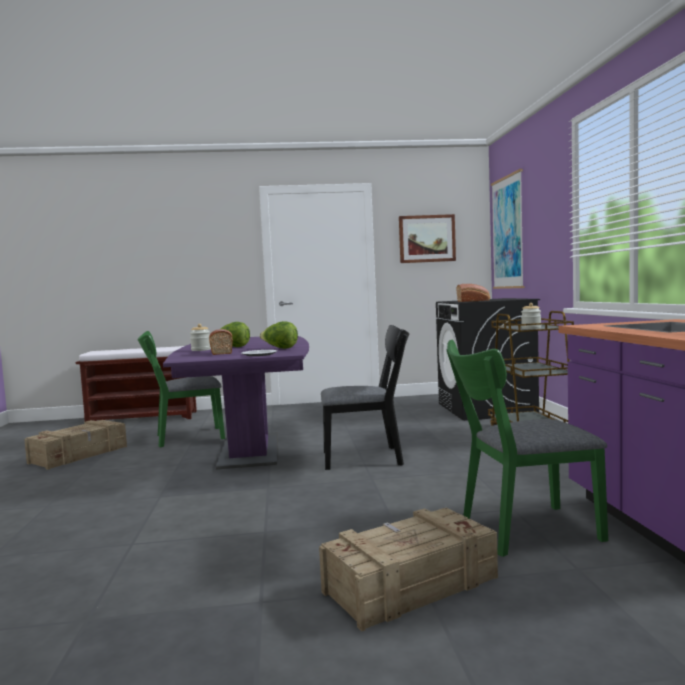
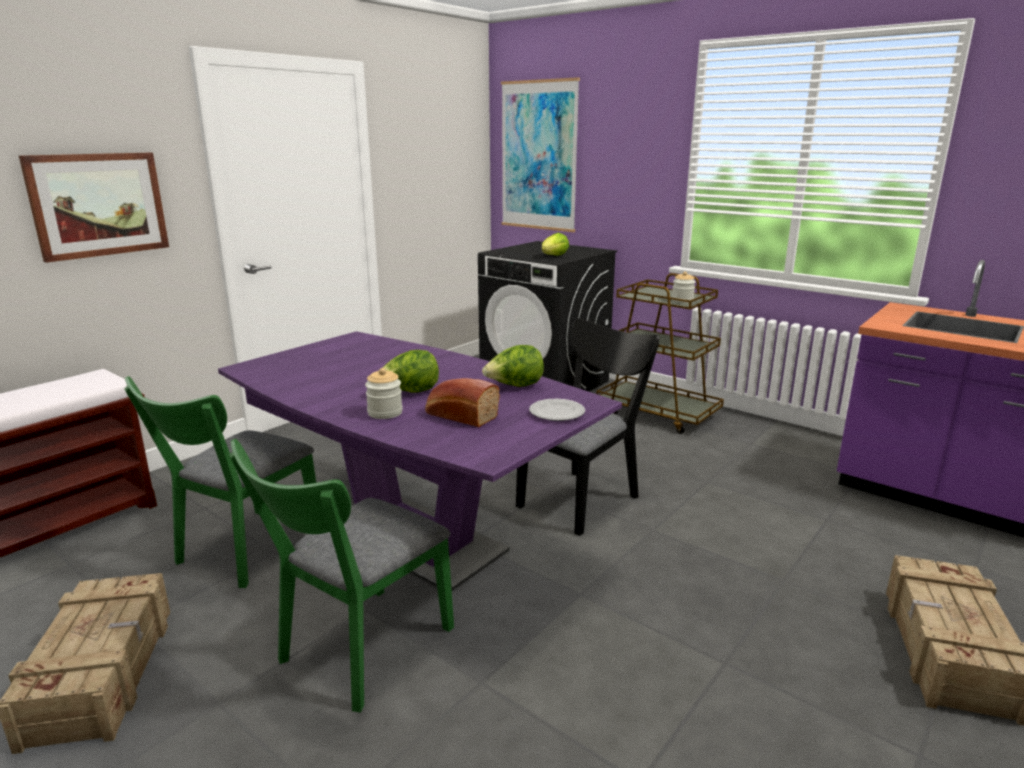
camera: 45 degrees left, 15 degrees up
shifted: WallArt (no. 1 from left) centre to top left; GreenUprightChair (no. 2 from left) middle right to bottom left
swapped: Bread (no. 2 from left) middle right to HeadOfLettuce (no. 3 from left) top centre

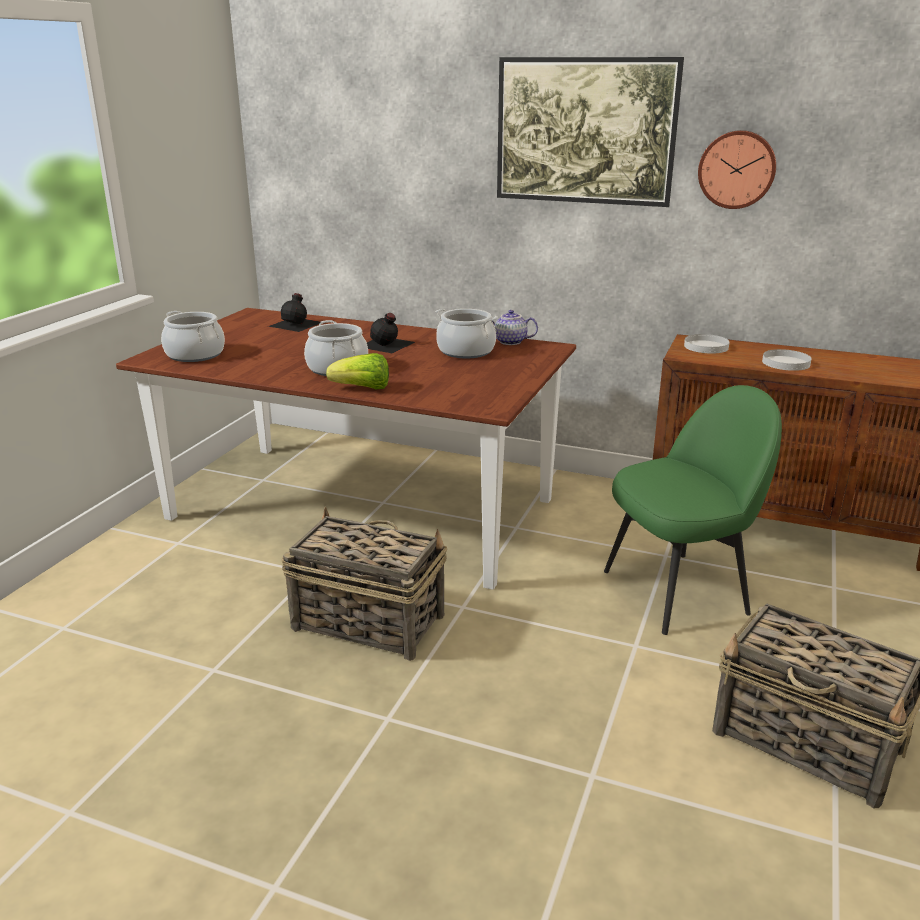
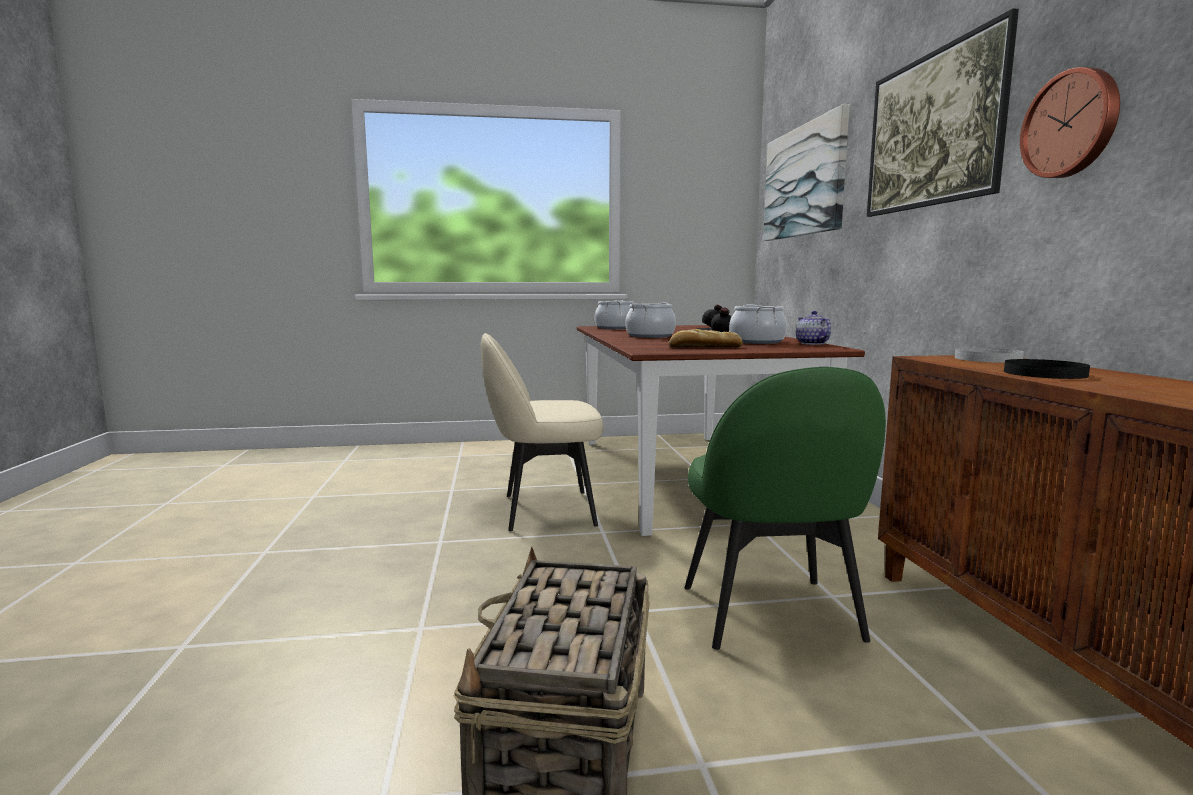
camera: 60 degrees right, 15 degrees down
gone: HeadOfLettuce centre
new: Bread centre; WallArt (no. 1 from left) top right
swapped: StorageBasket (no. 1 from left) centre to BeigeColouredUprightChair centre
repainted: WhiteFlatDish (no. 2 from left) middle right to BlackishFlatDish middle right
rotated: GreenUprightChair middle right = centre 45 degrees clockwise

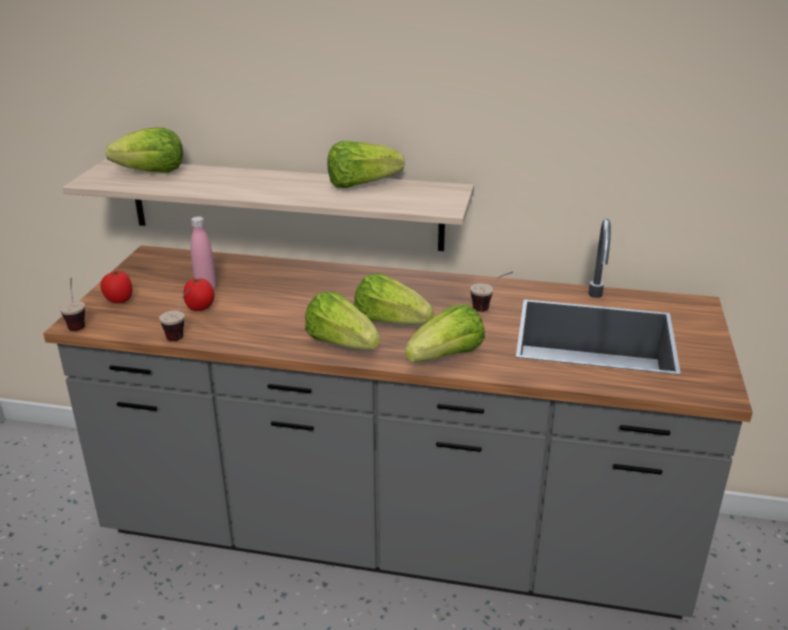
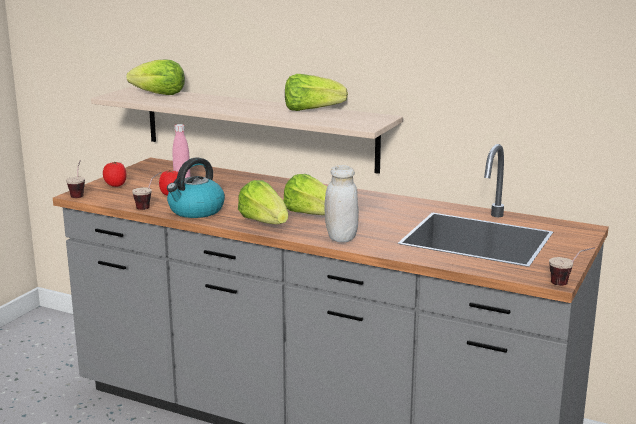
camera: 15 degrees right, 10 degrees down
new: Kettle middle left
shifted: DrinkingCup (no. 3 from left) centre to middle right
swapped: HeadOfLettuce (no. 5 from left) centre to WhiteJar centre

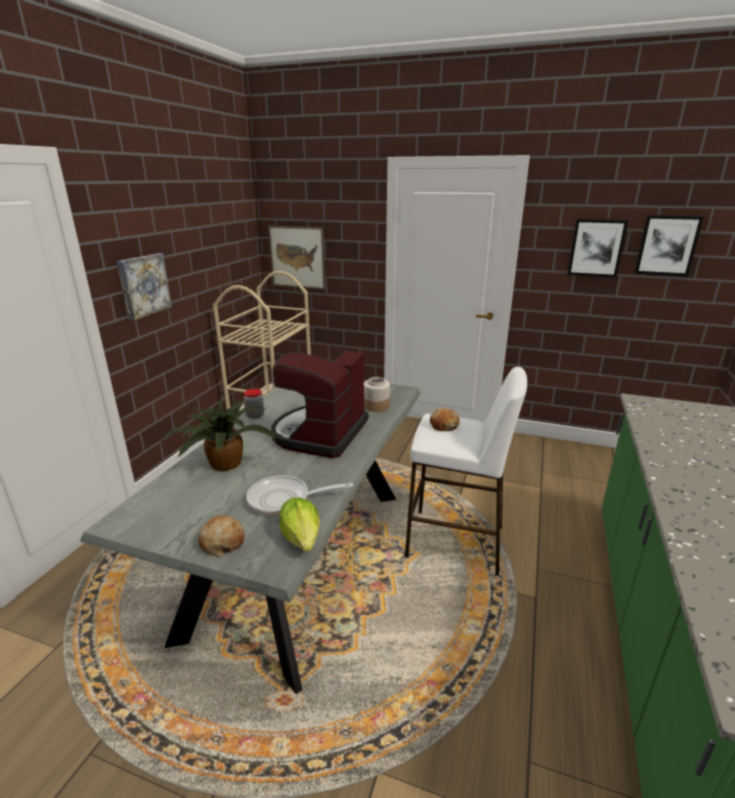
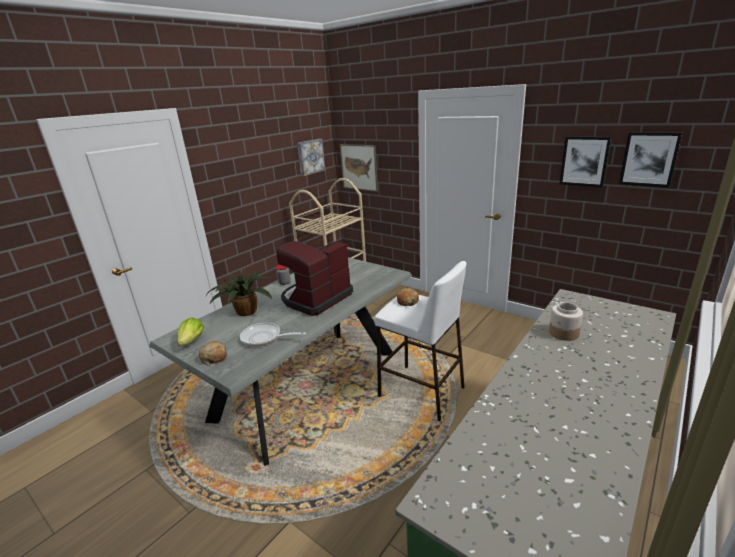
camera: 20 degrees right, 0 degrees up
shifted: WallArt (no. 1 from left) middle left to top centre; HeadOfLettuce centre to middle left; Jar (no. 2 from left) centre to middle right

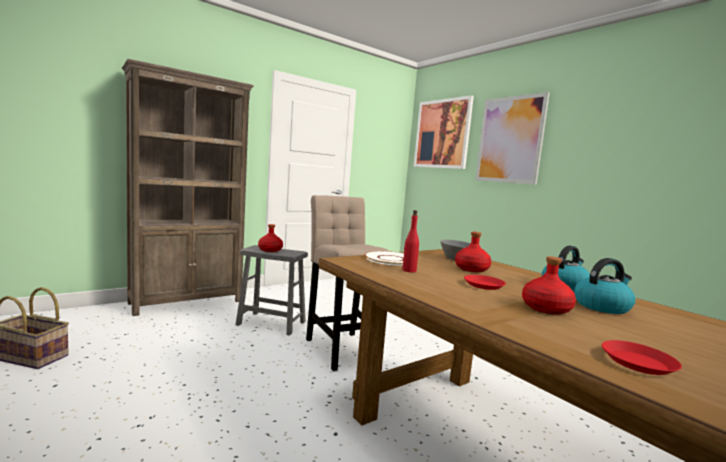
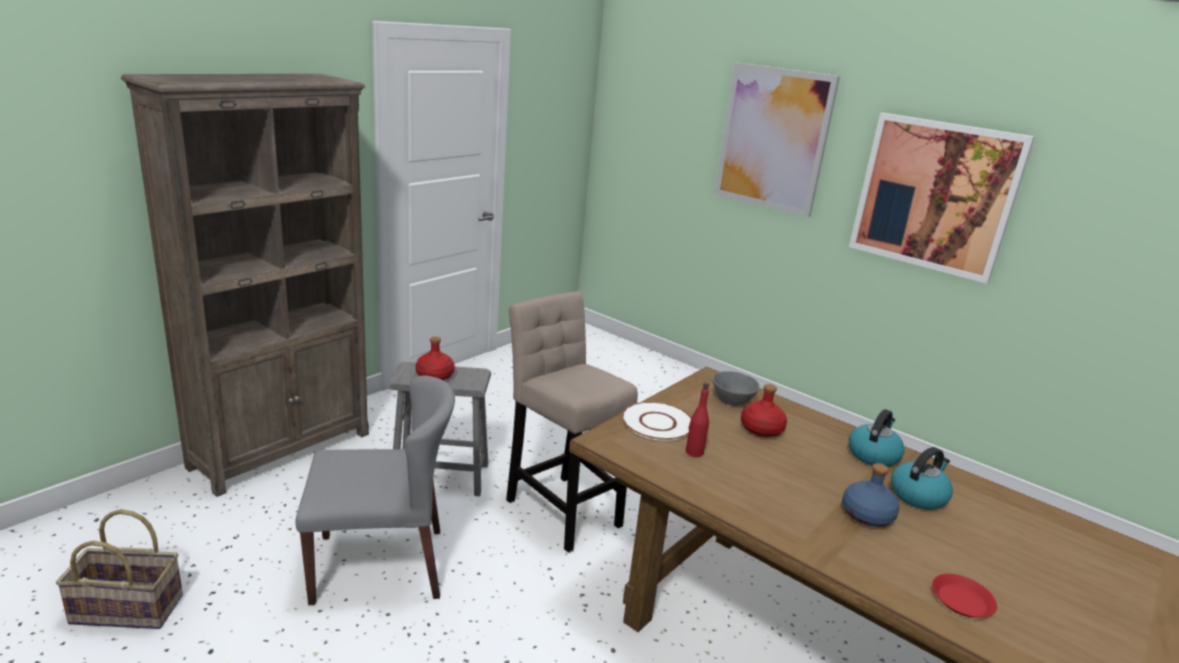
camera: 15 degrees left, 15 degrees up
gone: ReddishFlatDish (no. 1 from left) middle right
new: GrayUprightChair bottom left
shifted: WallArt (no. 1 from left in the first image) top centre to WallArt (no. 2 from left) top right
repainted: ReddishBottle (no. 4 from left) middle right to BlueColouredBottle bottom right

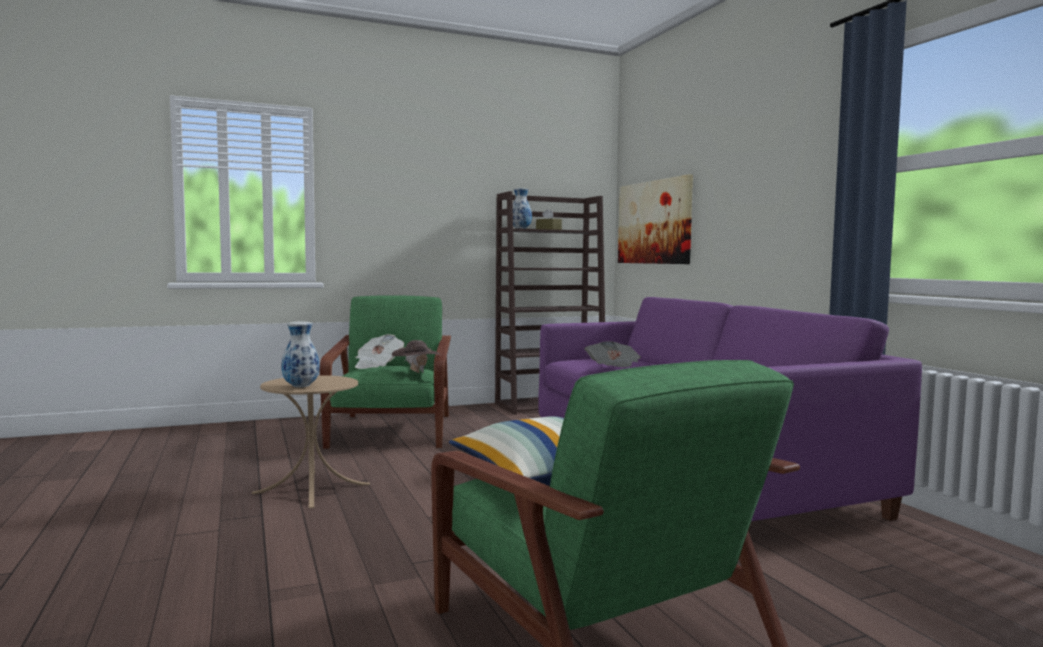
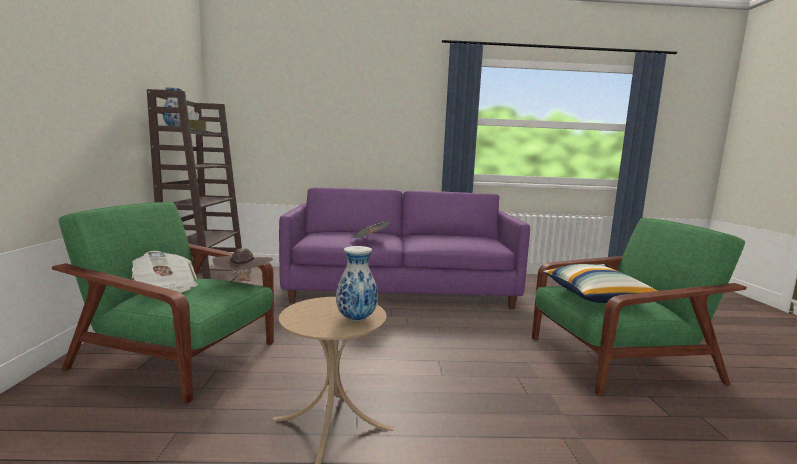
camera: 70 degrees left, 5 degrees up
gone: WallArt centre

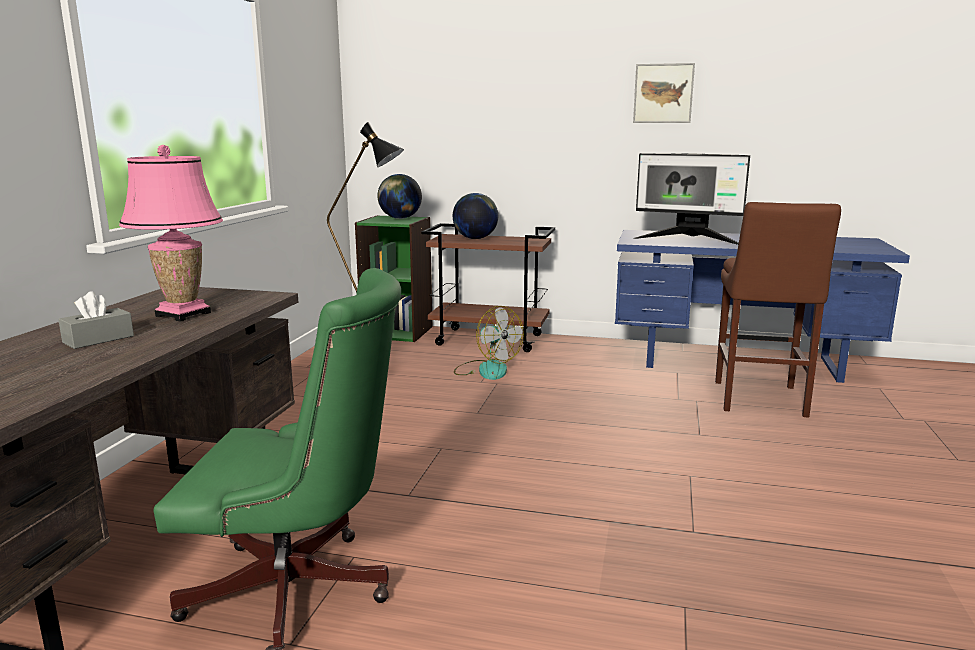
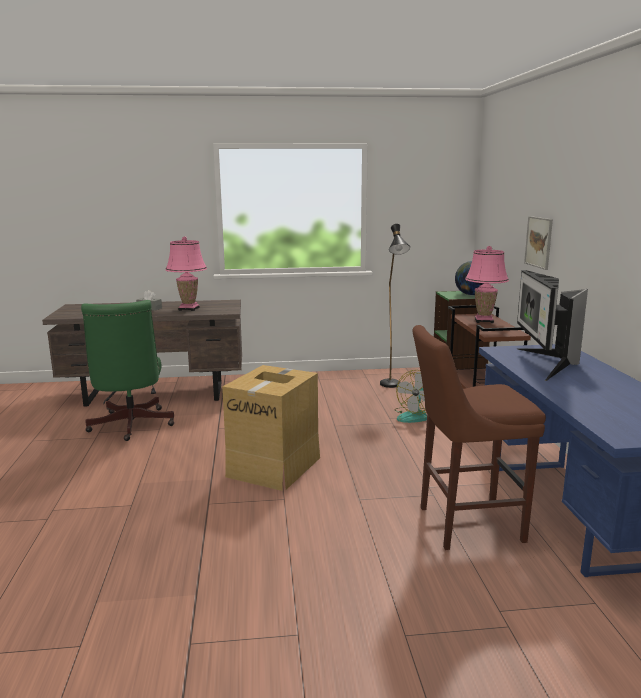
camera: 70 degrees right, 0 degrees up
new: PackingBox centre
shifted: WallArt top right to middle right
swapped: WorldGlobe (no. 2 from left) top centre to PinkishTabletopLamp (no. 2 from left) middle right

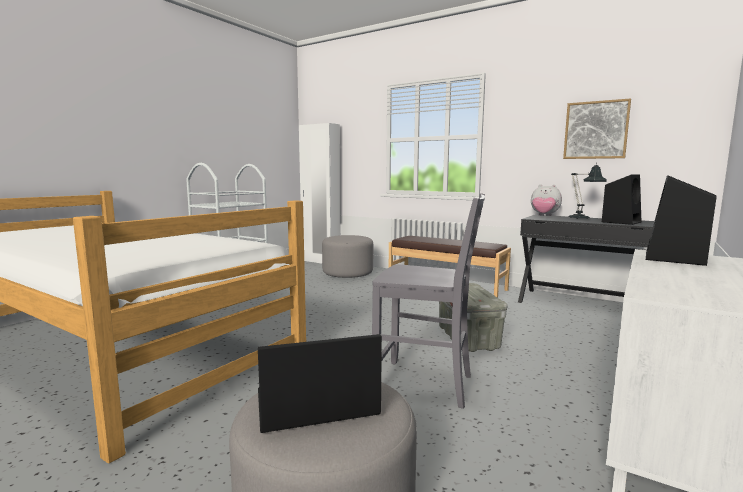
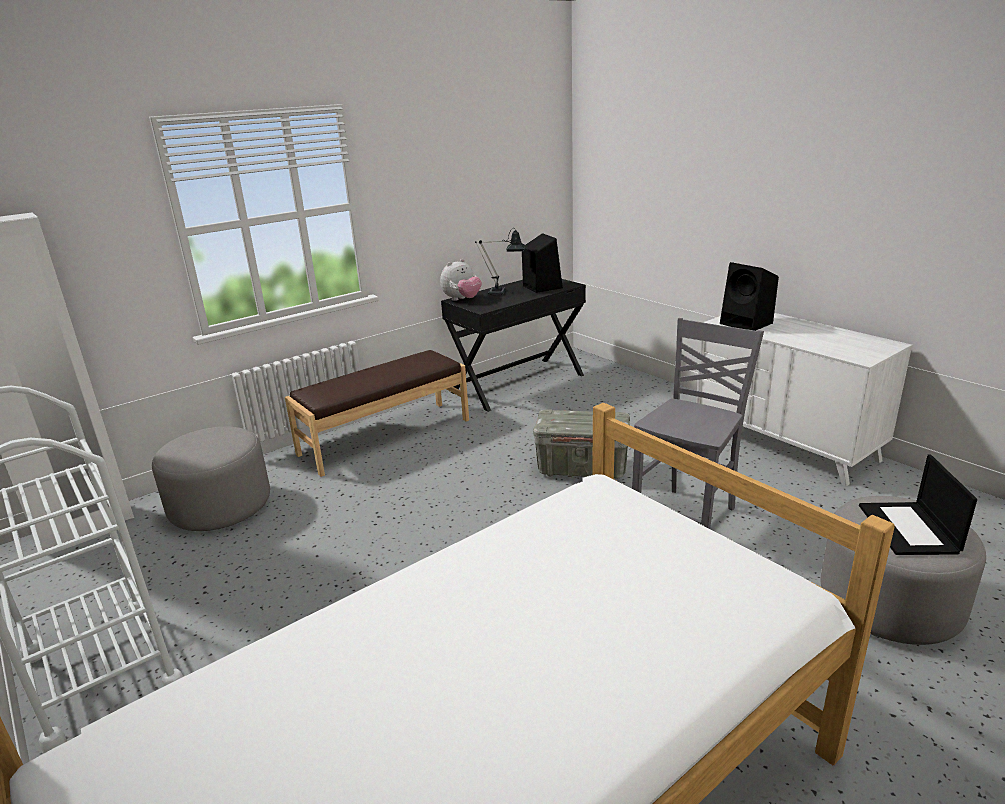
camera: 70 degrees left, 15 degrees up
gone: WallArt top right

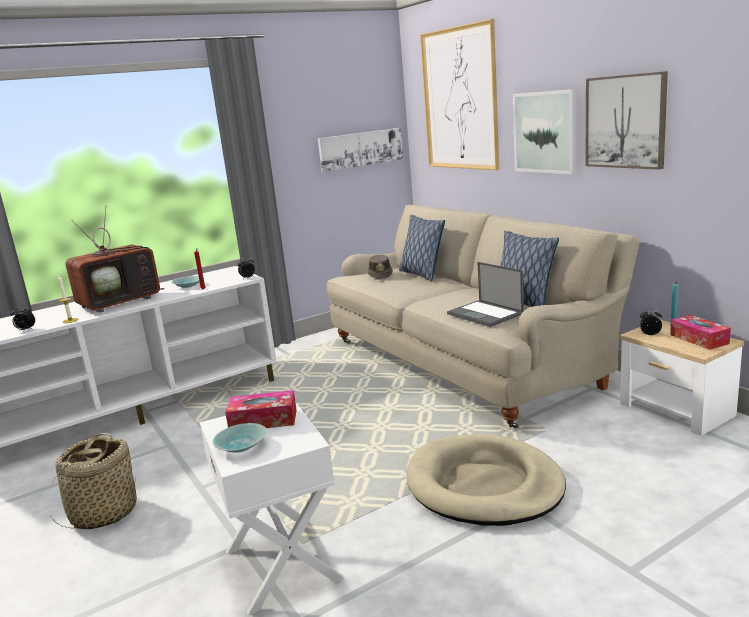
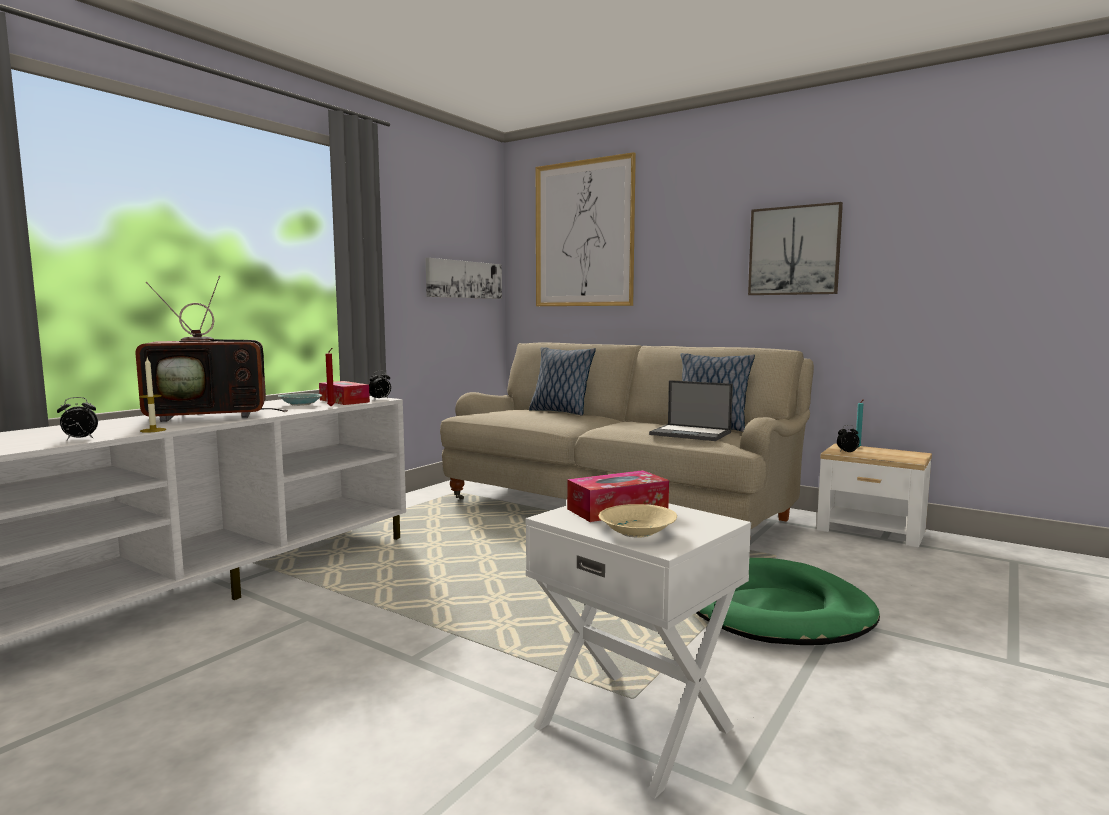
camera: 25 degrees left, 10 degrees down
gone: StorageBasket bottom left; BrownColouredHat centre; WallArt (no. 3 from left) top right
shifted: TissueBox (no. 2 from left in the first image) middle right to TissueBox (no. 1 from left) middle left
repainted: TurquoiseColouredServingBowl (no. 2 from left) bottom left to BeigeColouredServingBowl centre; BeigeColouredDogCushion bottom centre to GreenDogCushion bottom right
rotated: TvSet middle left = middle left 45 degrees clockwise

